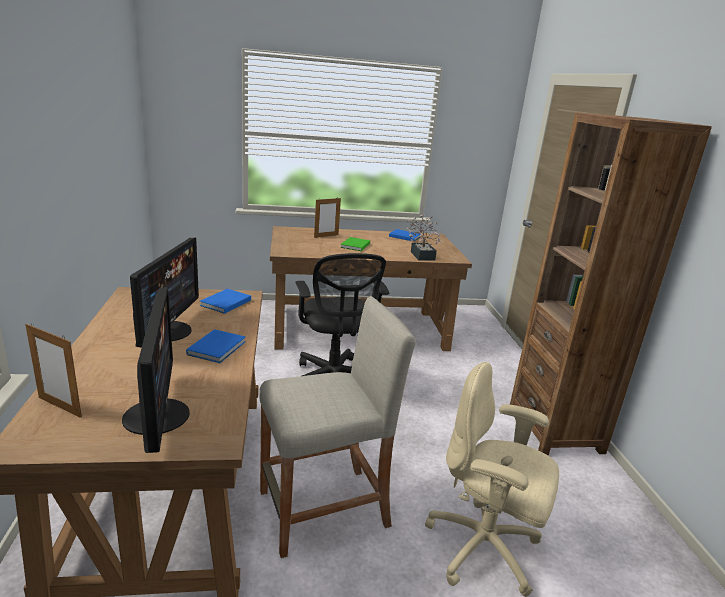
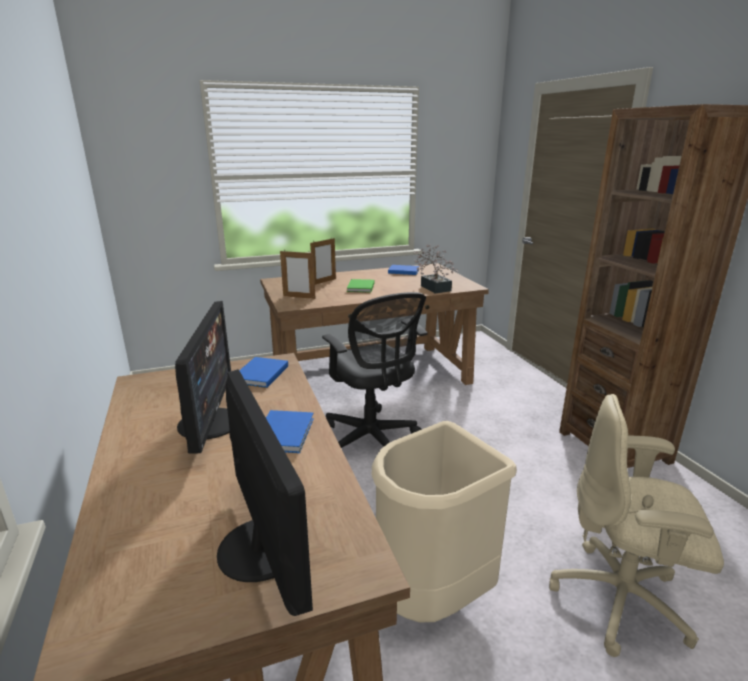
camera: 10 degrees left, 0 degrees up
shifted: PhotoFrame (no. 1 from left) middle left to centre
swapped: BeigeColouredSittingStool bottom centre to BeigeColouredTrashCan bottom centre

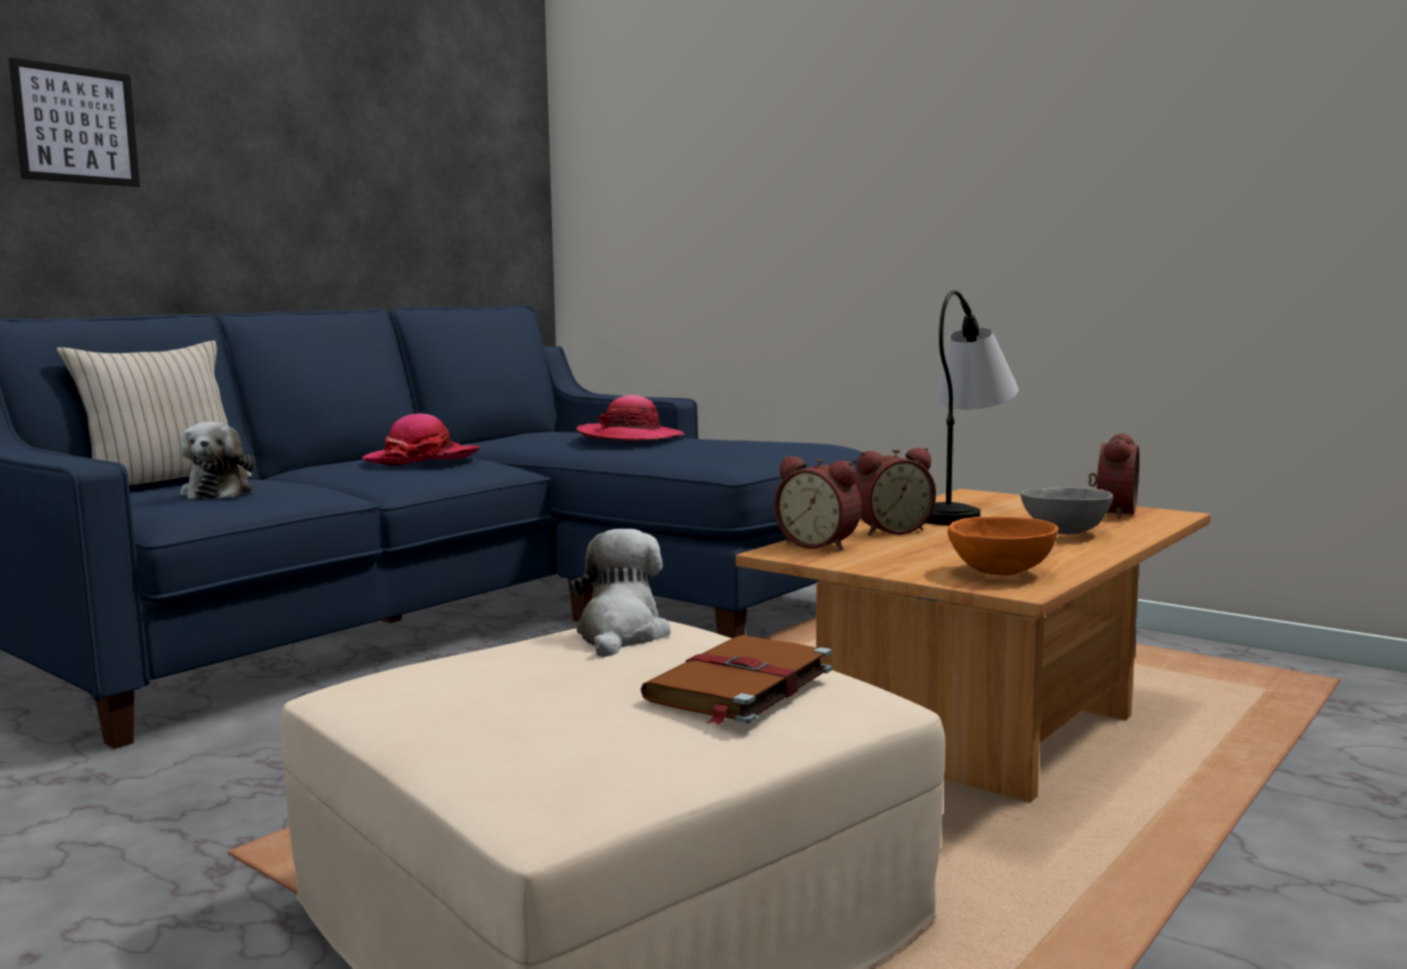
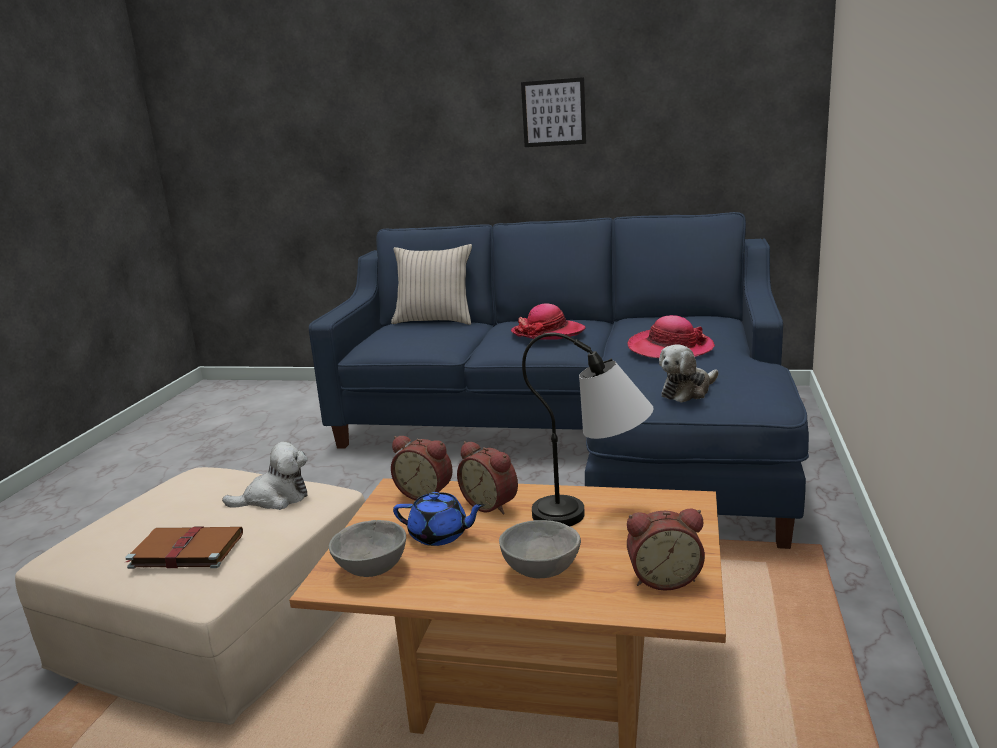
camera: 65 degrees right, 10 degrees up
new: BlueColouredTeapot bottom centre
shifted: WallArt top left to top centre; SoftToy (no. 1 from left in the first image) middle left to SoftToy (no. 2 from left) middle right
repainted: OrangeyServingBowl middle right to GrayServingBowl (no. 1 from left) bottom centre
rotated: BedsideClock (no. 1 from left) centre = centre 75 degrees counterclockwise

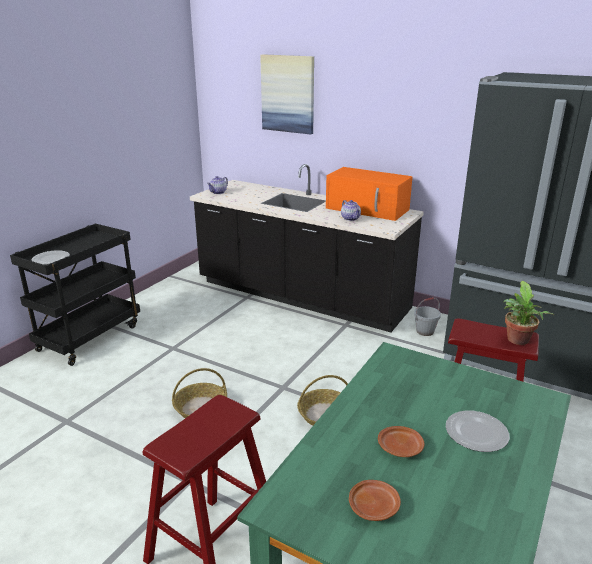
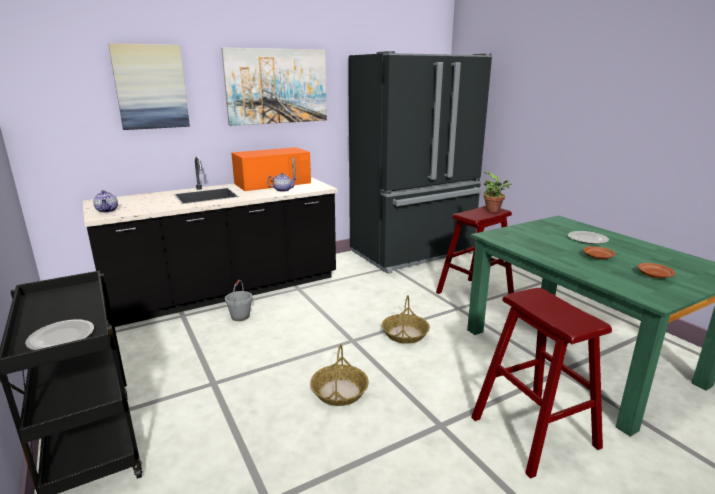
camera: 60 degrees left, 5 degrees down
new: WallArt (no. 2 from left) top centre
shifted: GrayBucket middle right to centre

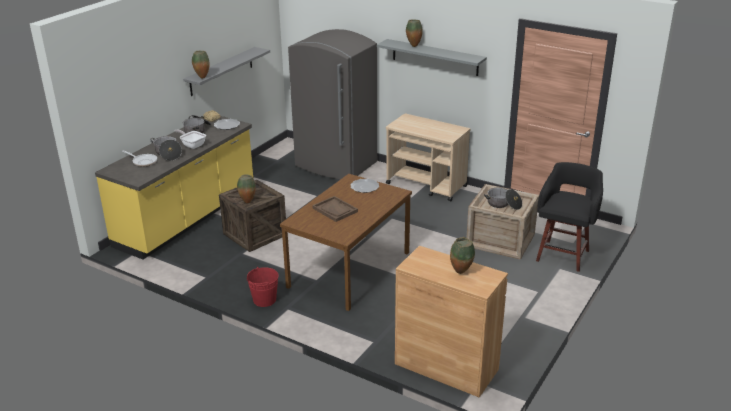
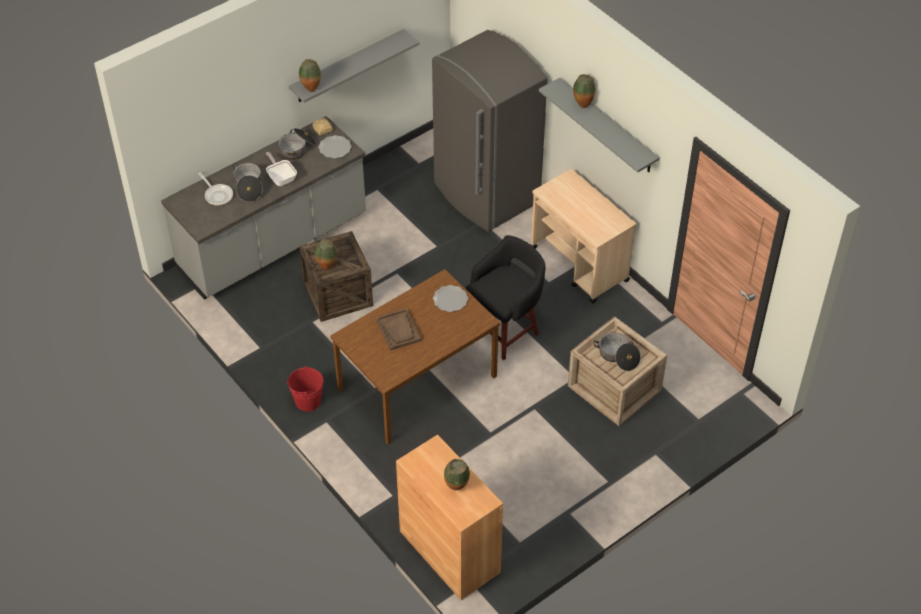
camera: 20 degrees right, 20 degrees up
shifted: BlackishSittingStool middle right to centre
repainted: YellowKitchenBaseUnit middle left to GrayKitchenBaseUnit middle left

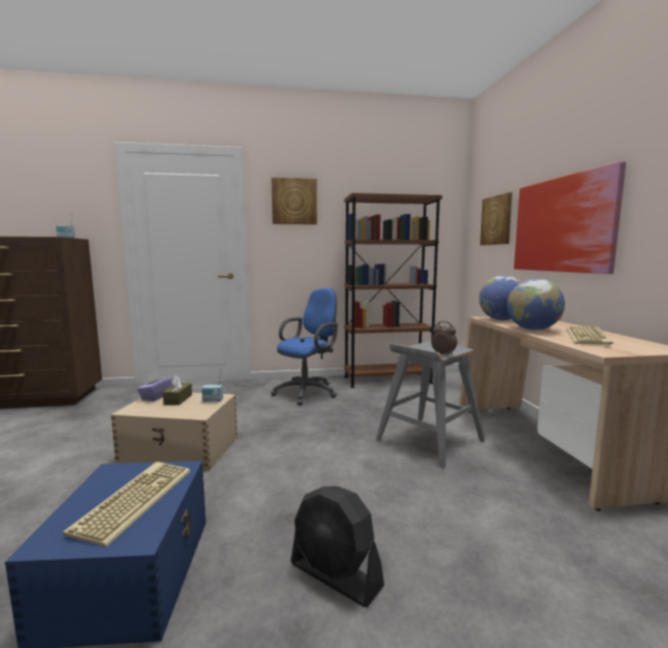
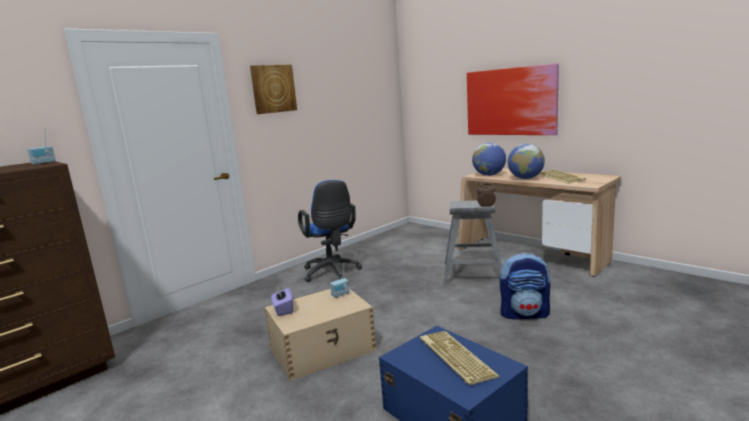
camera: 35 degrees left, 5 degrees up
gone: BrownColouredTissueBox middle left; BlackishFan bottom centre; BrownColouredShelvingUnit centre; WallArt (no. 2 from left) middle right
new: Backpack bottom right
rotated: BlueColouredOfficeChair centre = centre 150 degrees clockwise

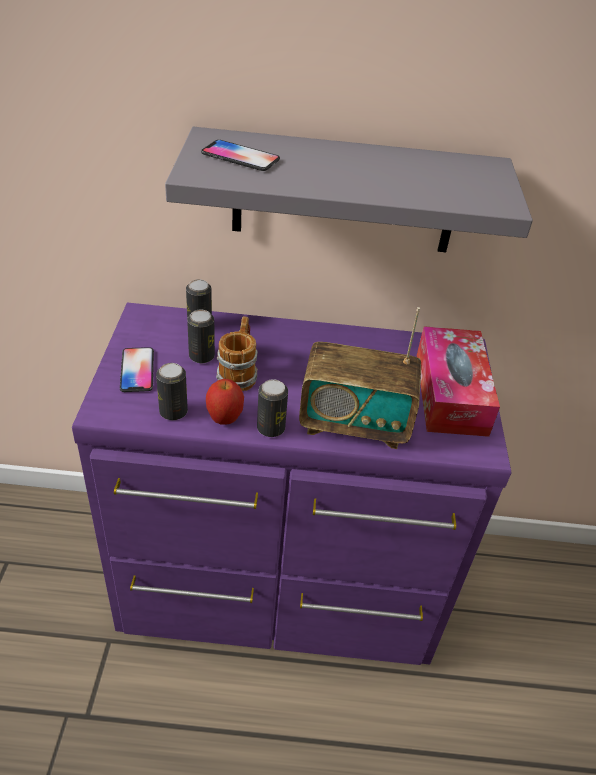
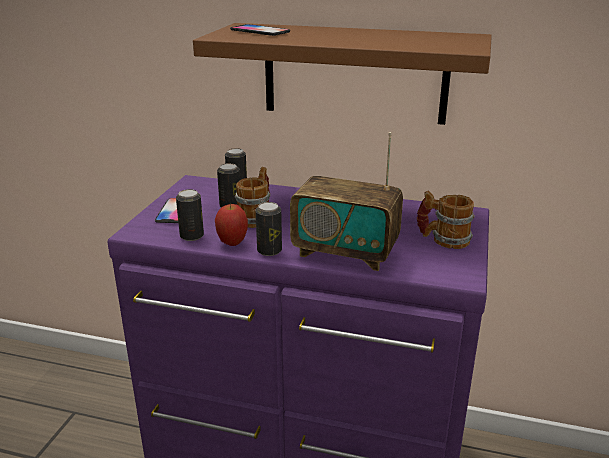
camera: 15 degrees right, 15 degrees down
swapped: TissueBox middle right to Mug (no. 2 from left) middle right
repainted: GrayWallShelf top centre to BrownColouredWallShelf top centre

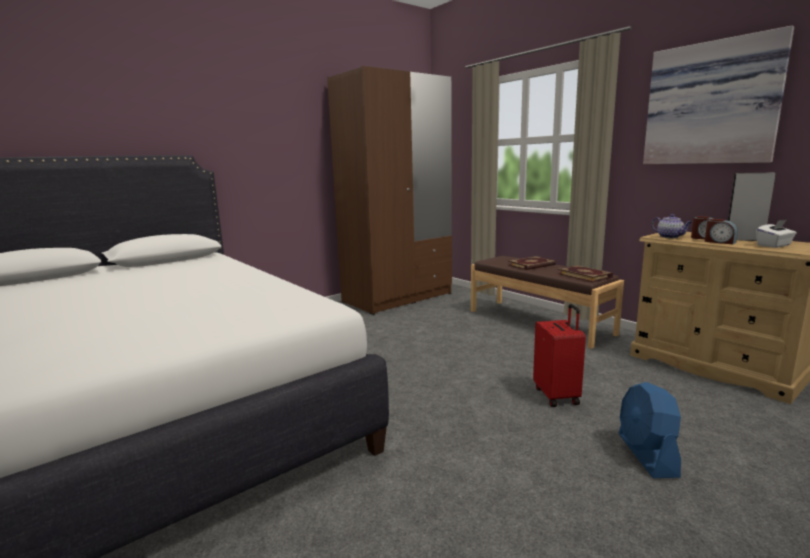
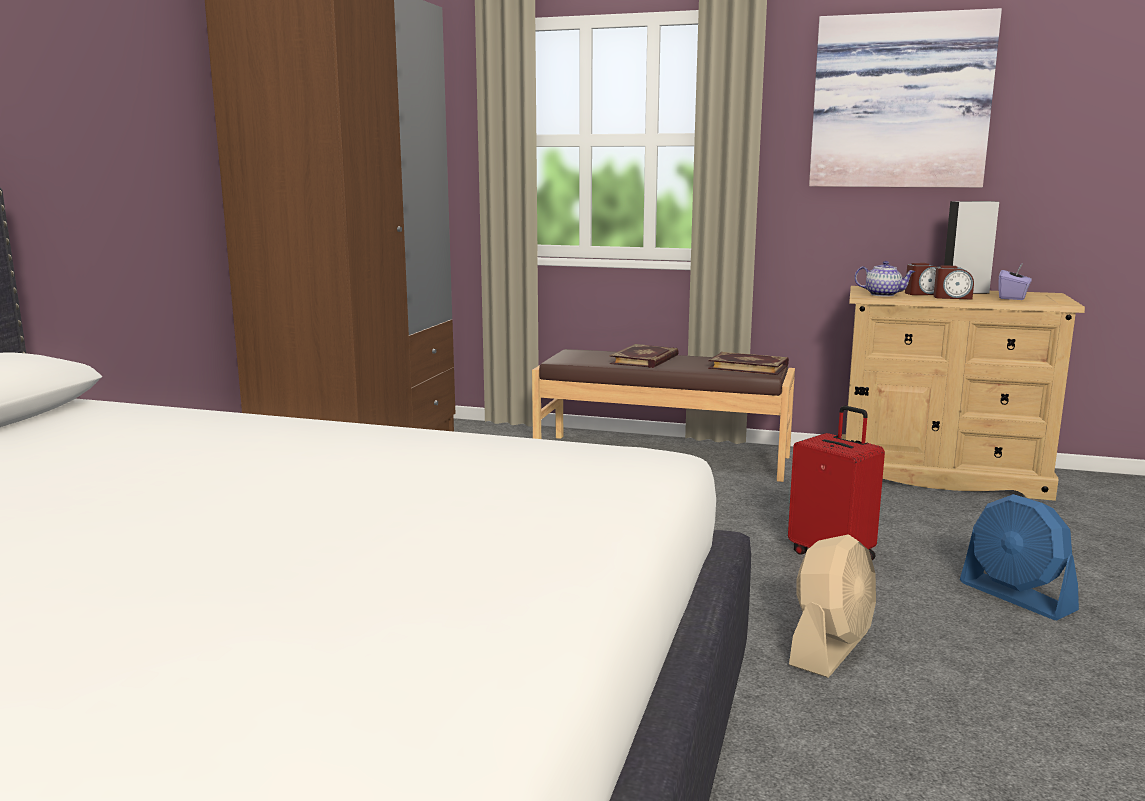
camera: 35 degrees left, 0 degrees up
new: BeigeColouredFan bottom right
repainted: WhiteTissueBox middle right to PurpleTissueBox middle right

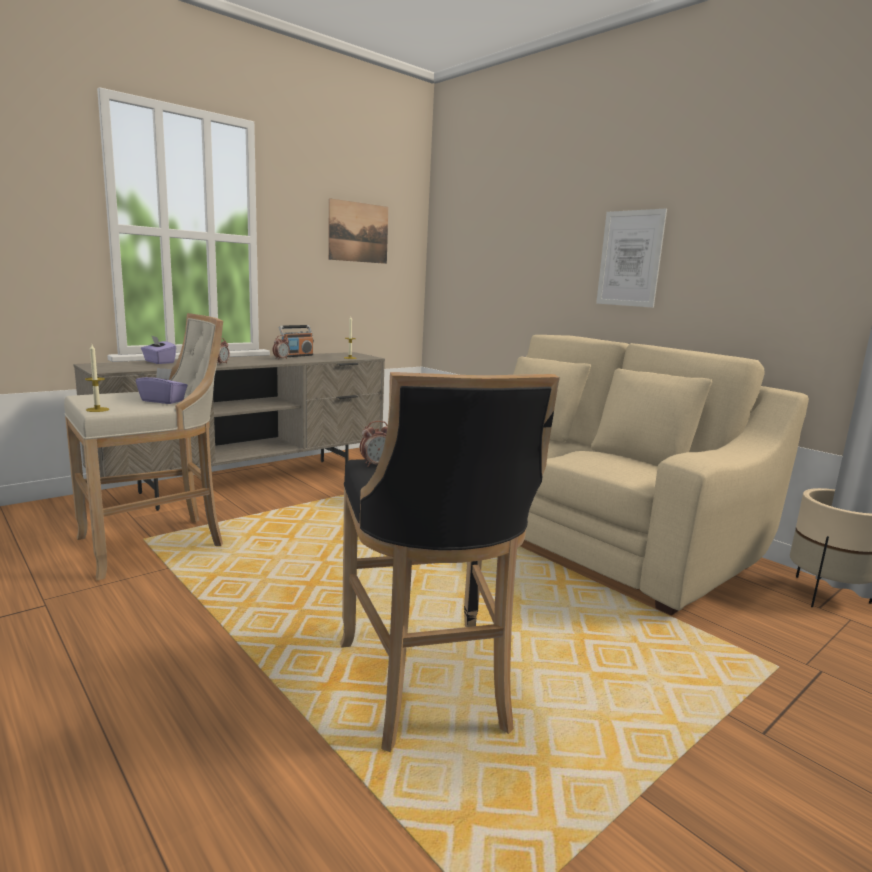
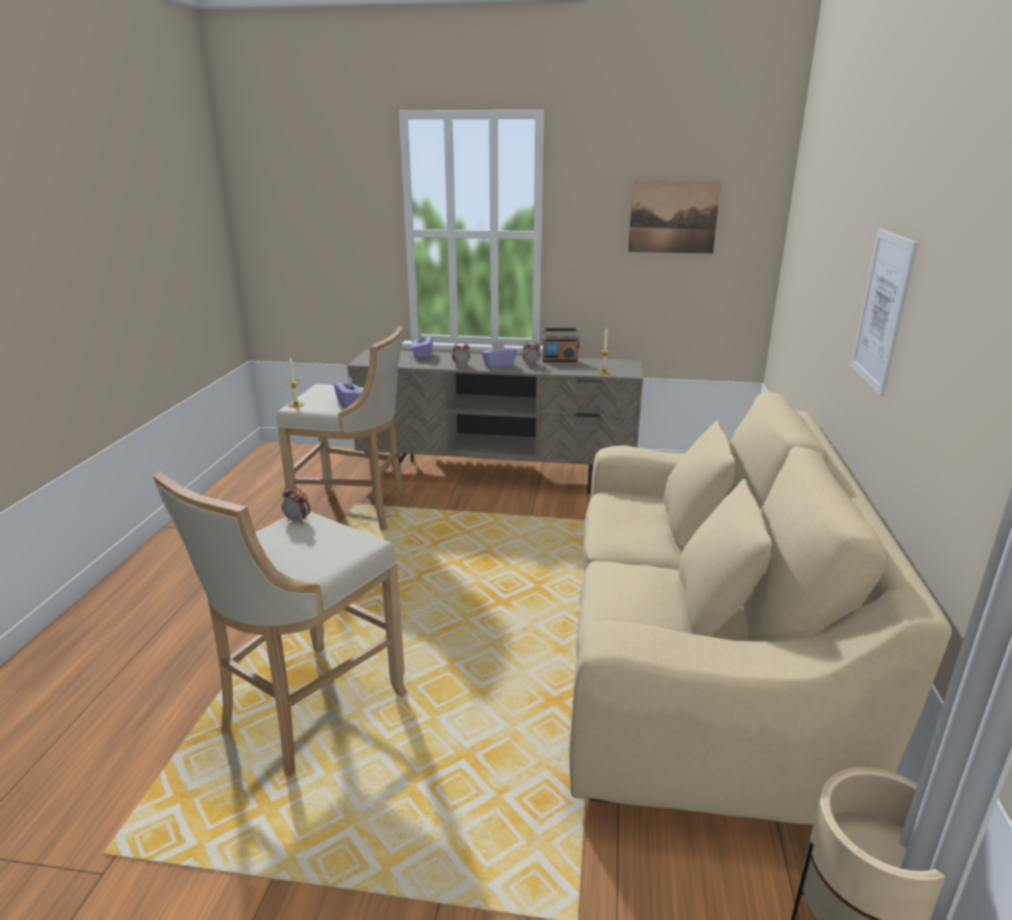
camera: 50 degrees right, 10 degrees up
new: PurpleTissueBox (no. 3 from left) centre
repainted: BlackishSittingStool centre to BeigeColouredSittingStool (no. 1 from left) bottom left

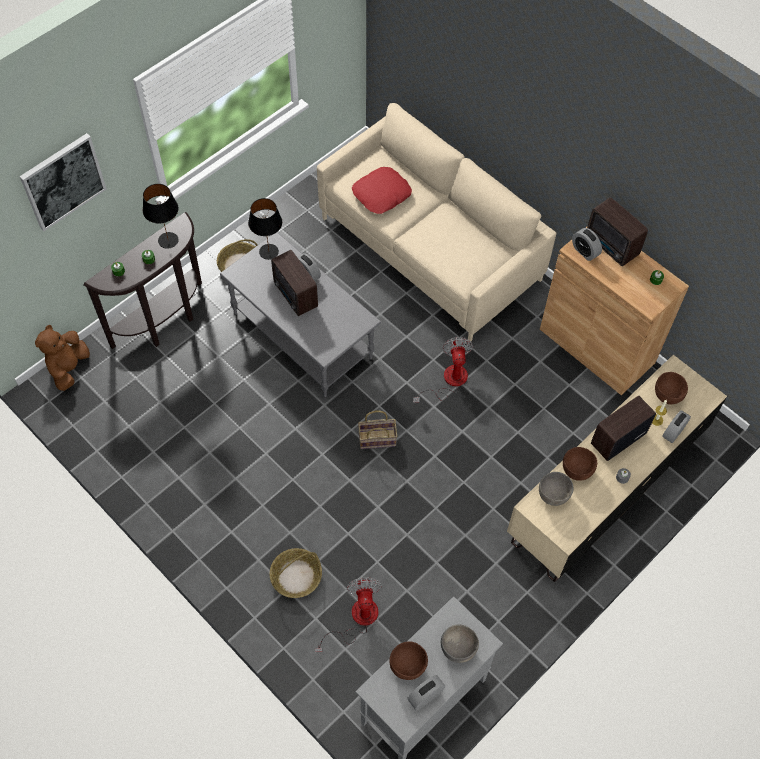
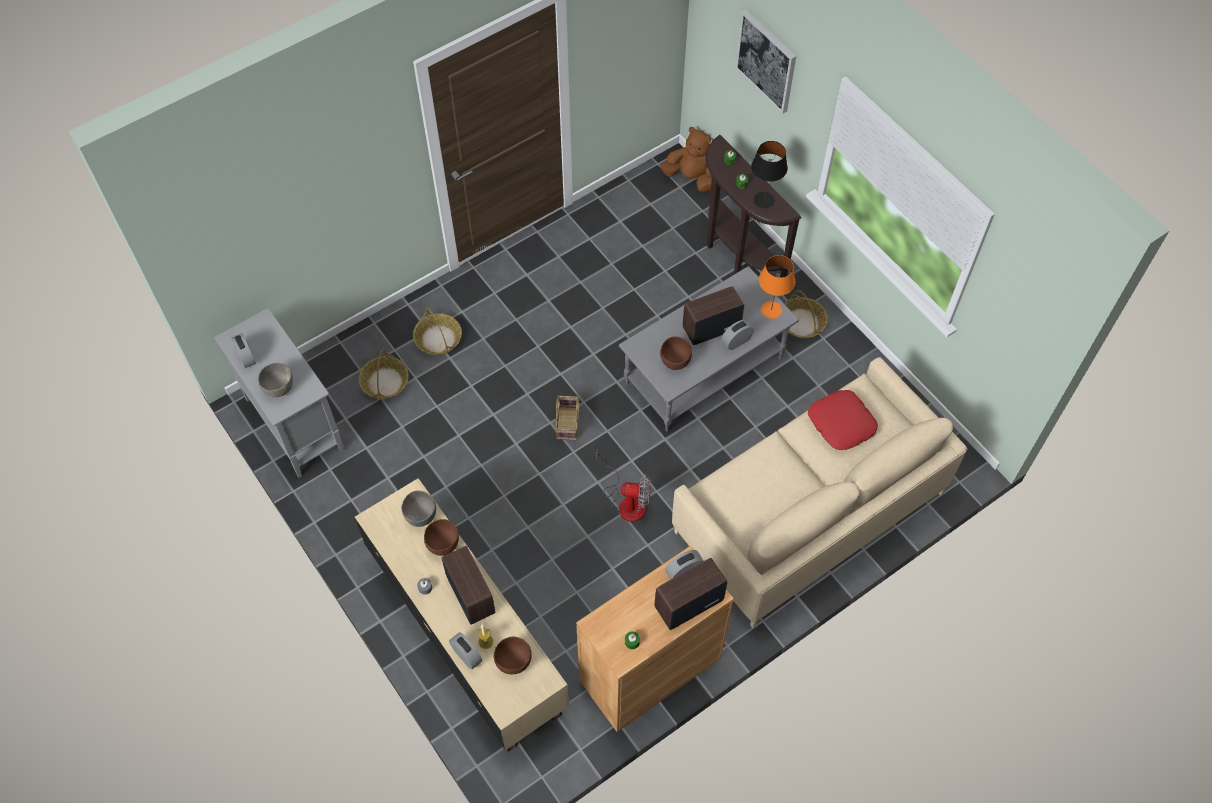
camera: 100 degrees right, 0 degrees up
shifted: BrownColouredServingBowl (no. 1 from left in the first image) bottom centre to BrownColouredServingBowl (no. 3 from left) centre
swapped: Fan (no. 1 from left) bottom centre to StorageBasket (no. 1 from left) middle left
repainted: BlackishTabletopLamp (no. 2 from left) top centre to OrangeyTabletopLamp centre

